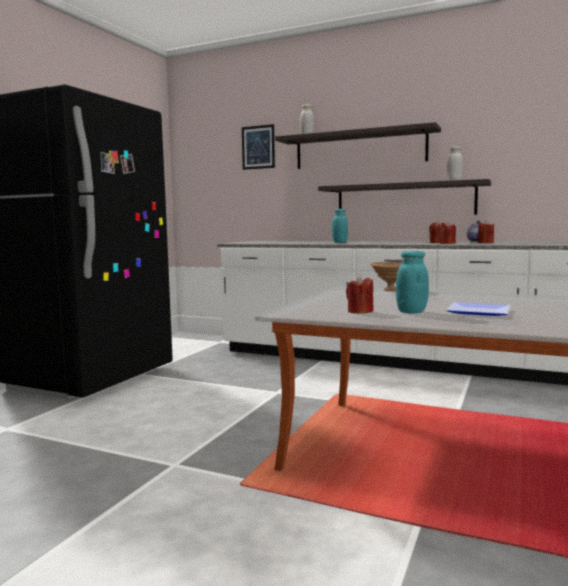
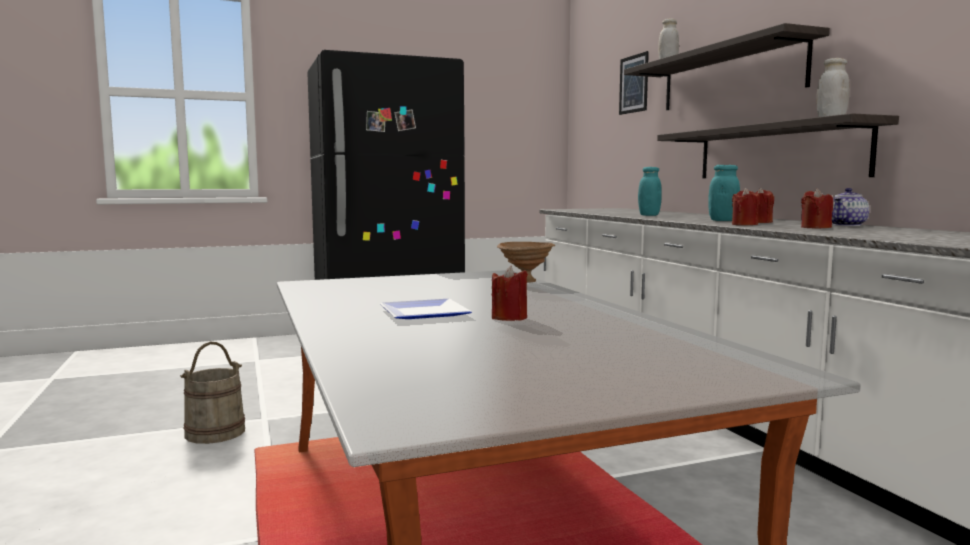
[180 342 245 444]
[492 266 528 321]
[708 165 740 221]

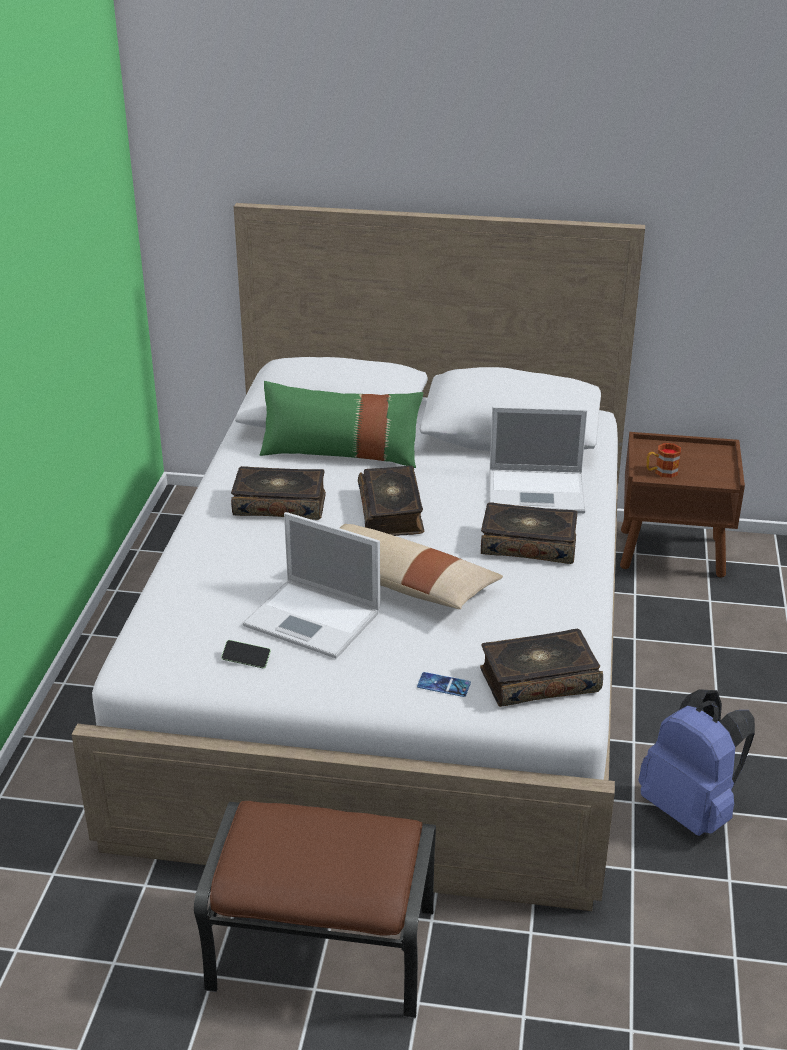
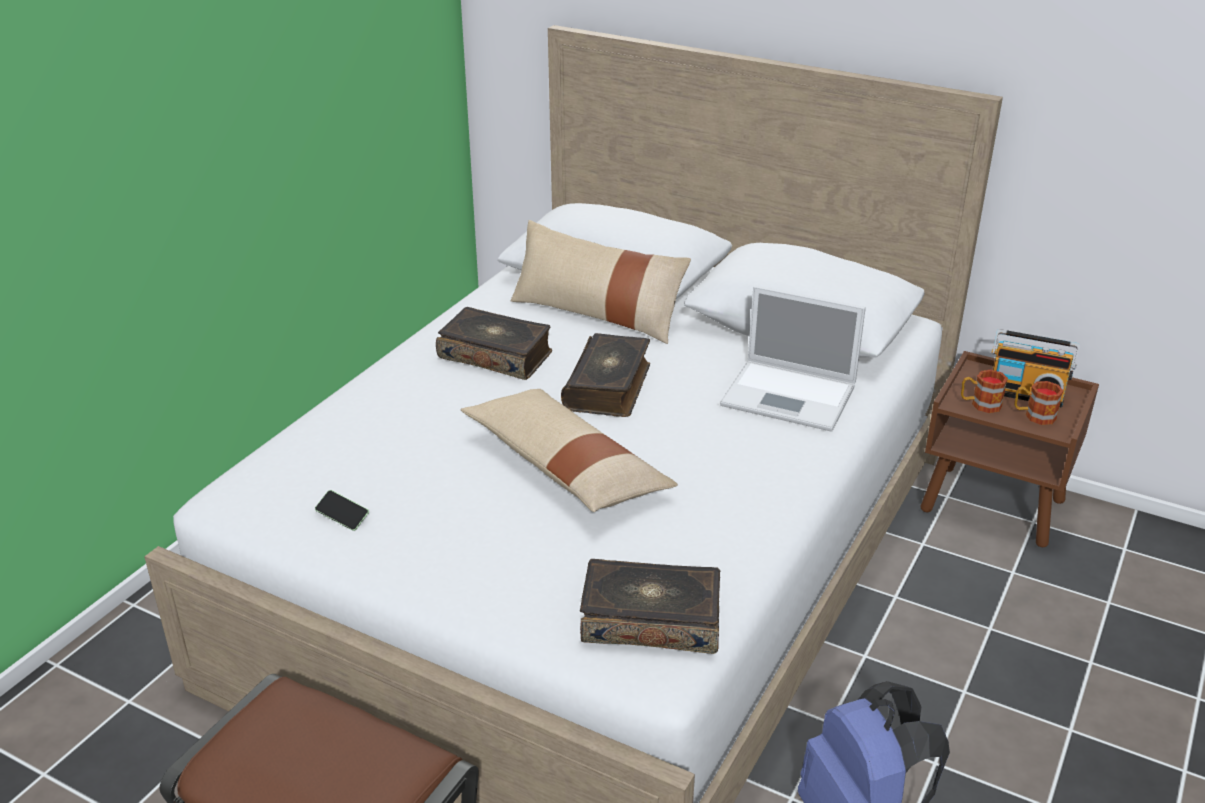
[511 220 691 344]
[991 329 1080 408]
[1014 381 1063 425]
[243 512 380 659] (first image)
[417 672 471 697] (first image)
[481 502 578 564] (first image)

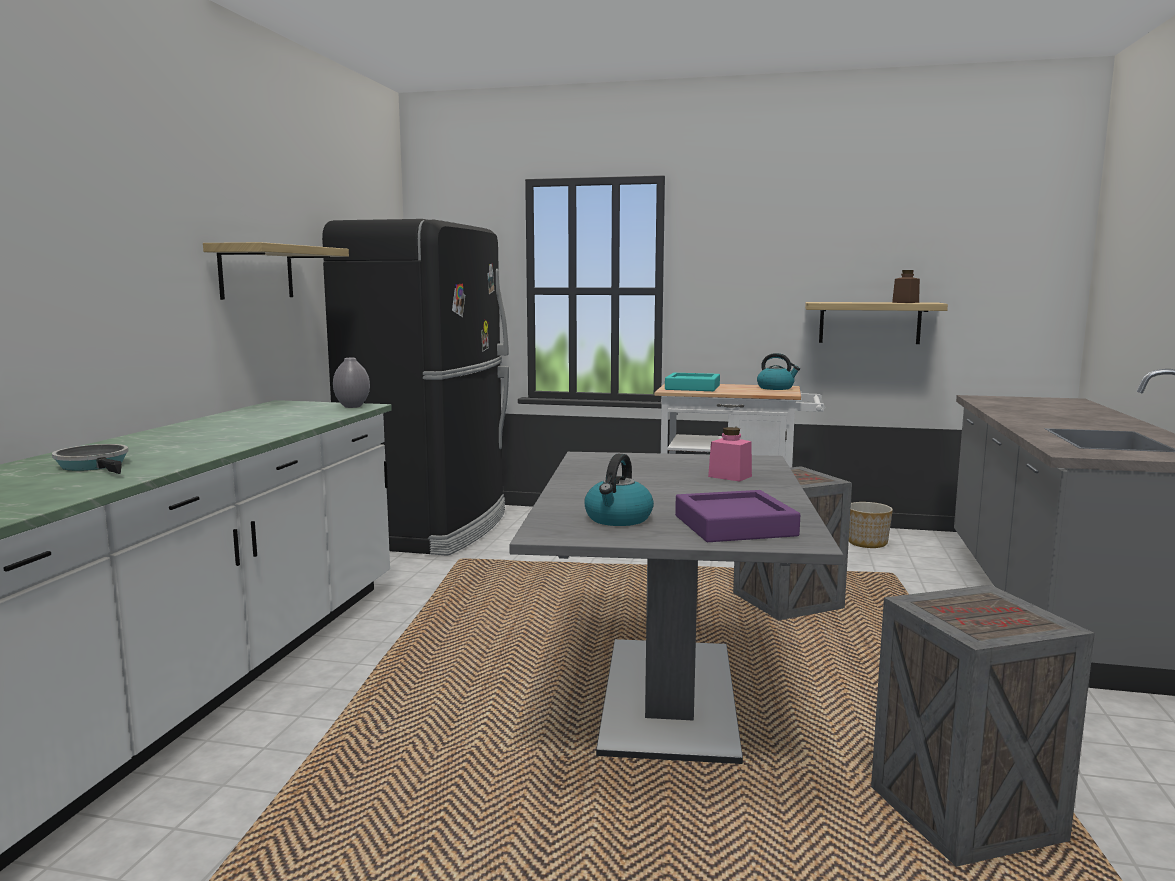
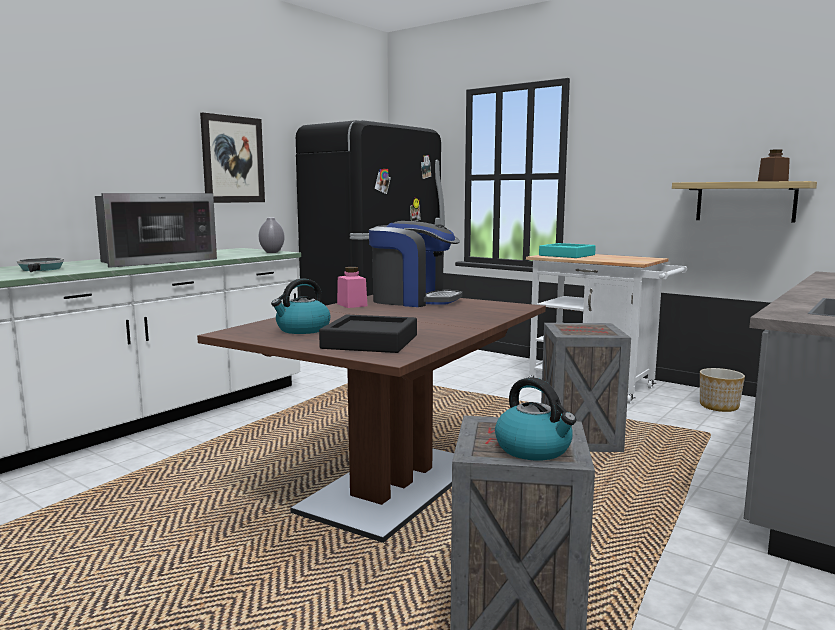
[95 193 217 268]
[197 295 546 543]
[200 112 265 203]
[319 315 417 353]
[337 267 367 308]
[369 221 462 307]
[495 377 576 460]

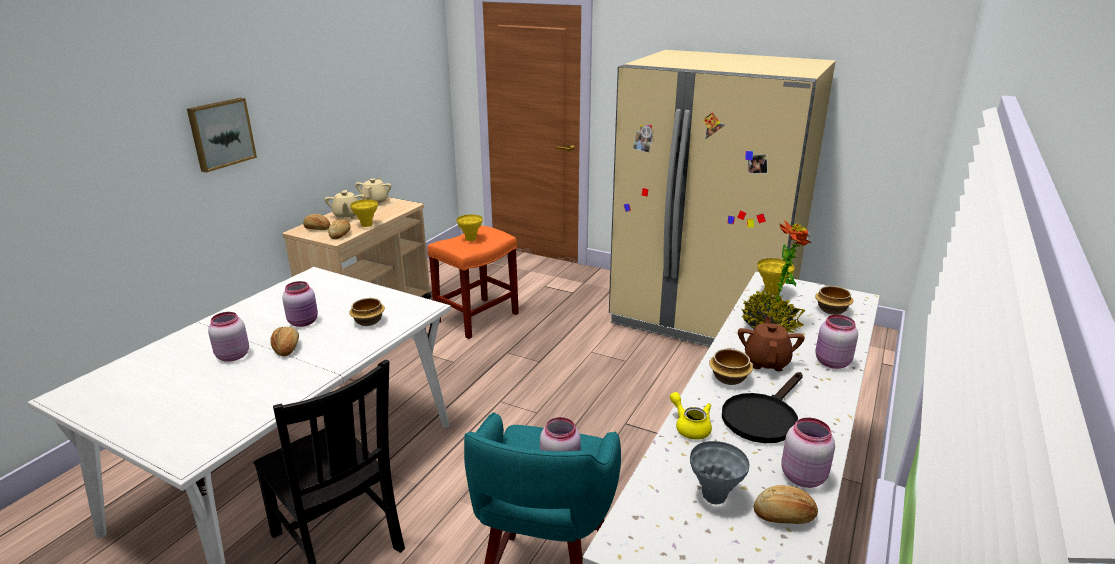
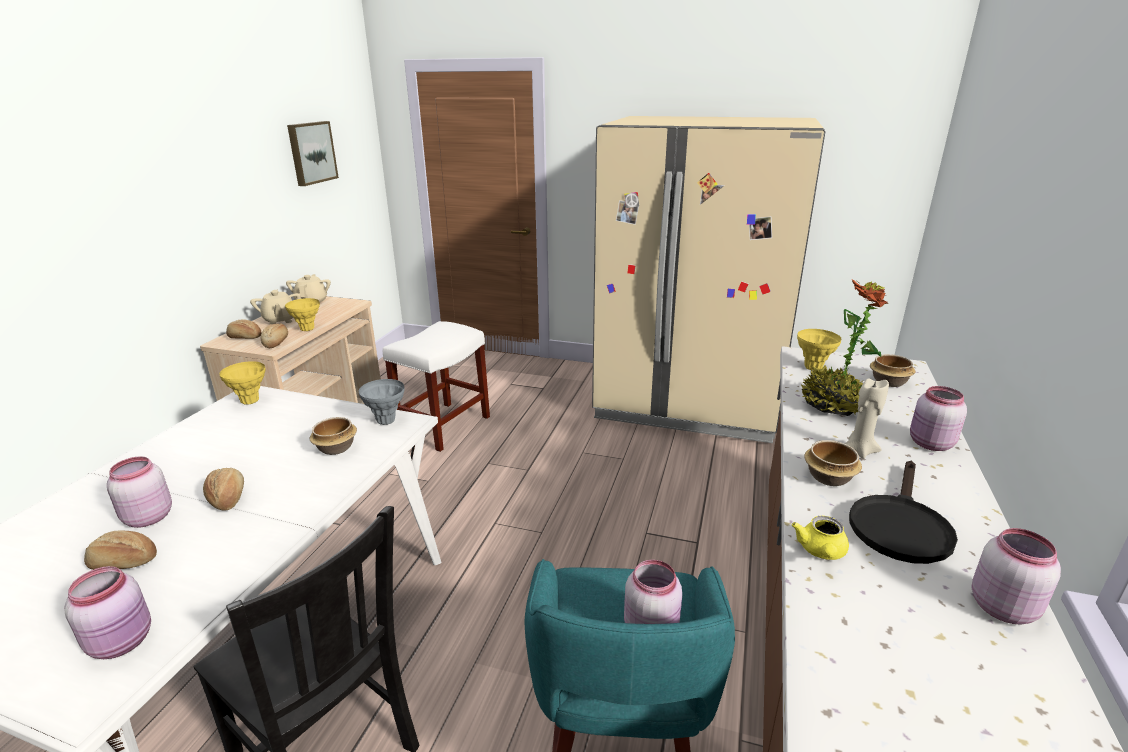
[65 566 151 659]
[84 530 157 570]
[219 361 265 405]
[287 121 339 186]
[359 379 405 425]
[383 321 490 452]
[792 516 849 560]
[845 378 889 459]

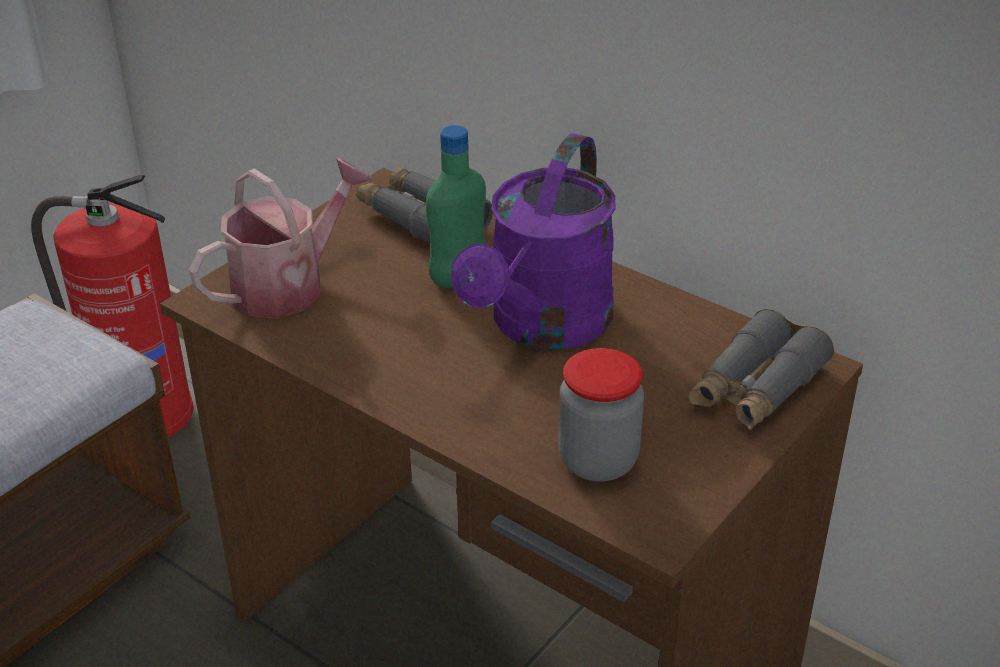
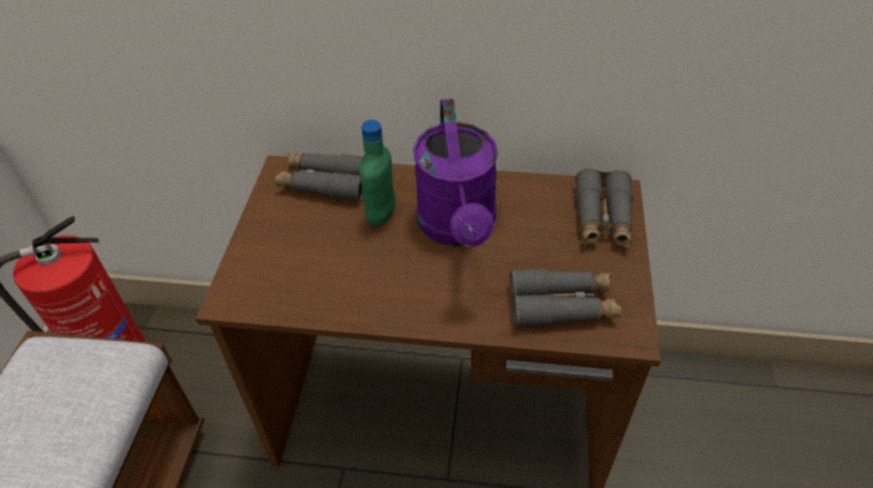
[510 269 622 327]
[189 158 373 318] (first image)

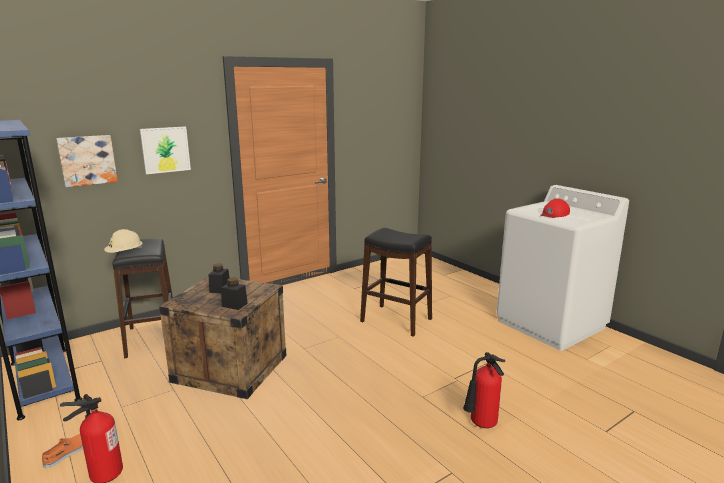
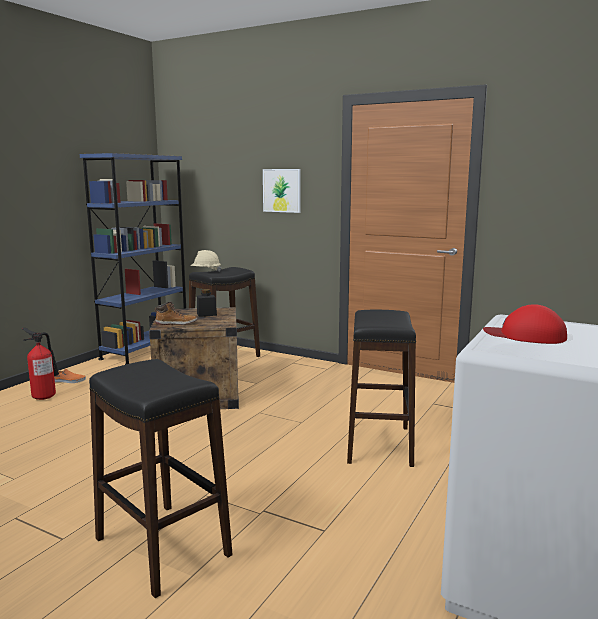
[89 359 233 598]
[155 302 198 325]
[56 135 118 187] (first image)

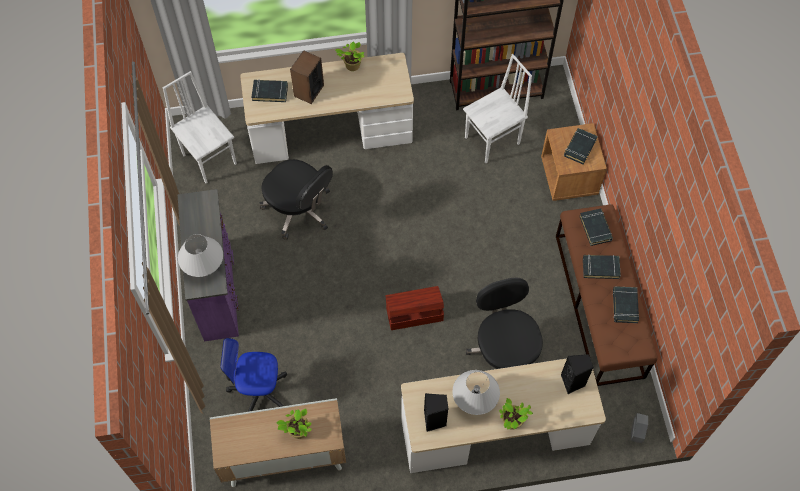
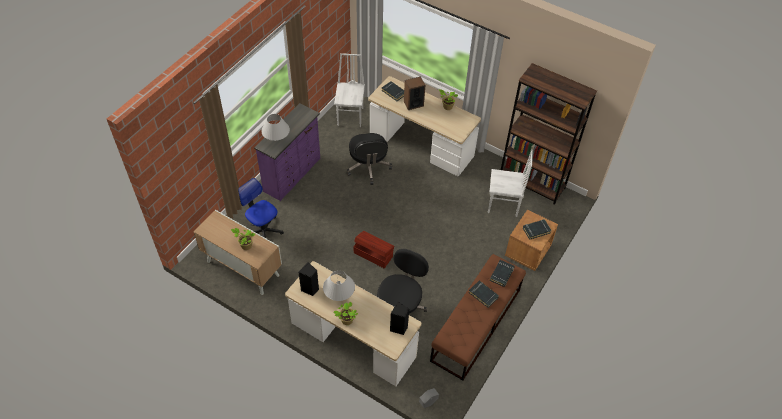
[613 286 639 323] (first image)

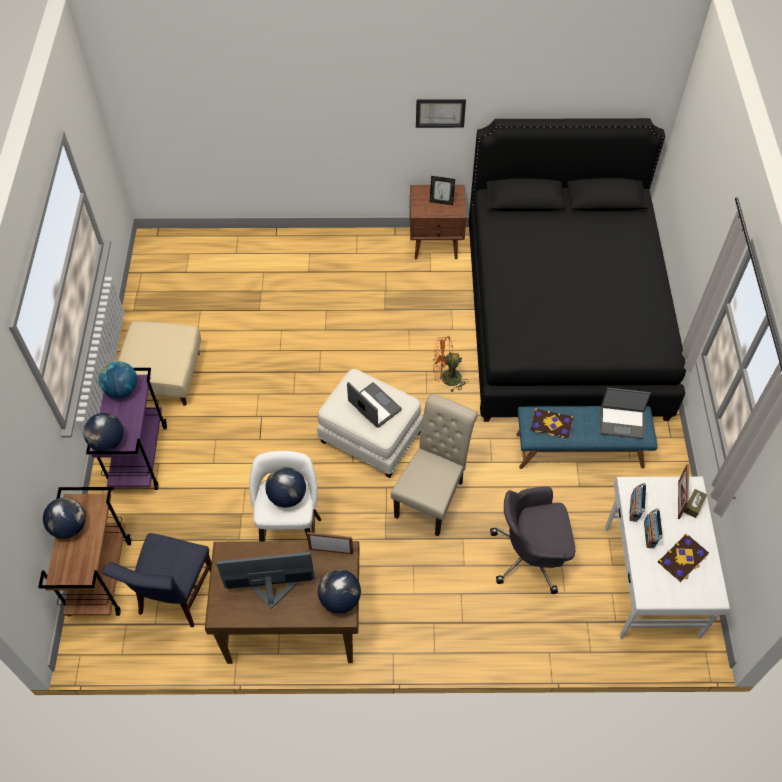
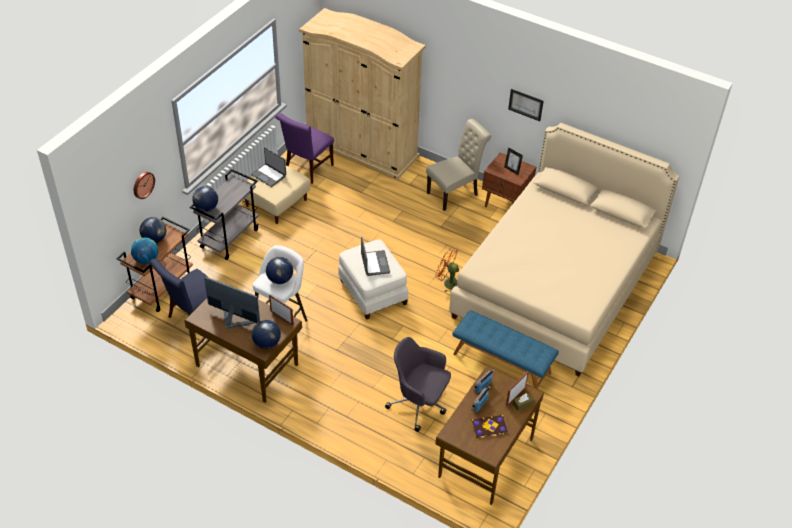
[131 237 158 264]
[134 172 155 199]
[190 169 259 260]
[251 148 286 187]
[275 113 334 184]
[299 8 426 180]
[426 119 491 211]
[436 366 544 505]
[449 123 679 377]
[530 408 573 439] (first image)

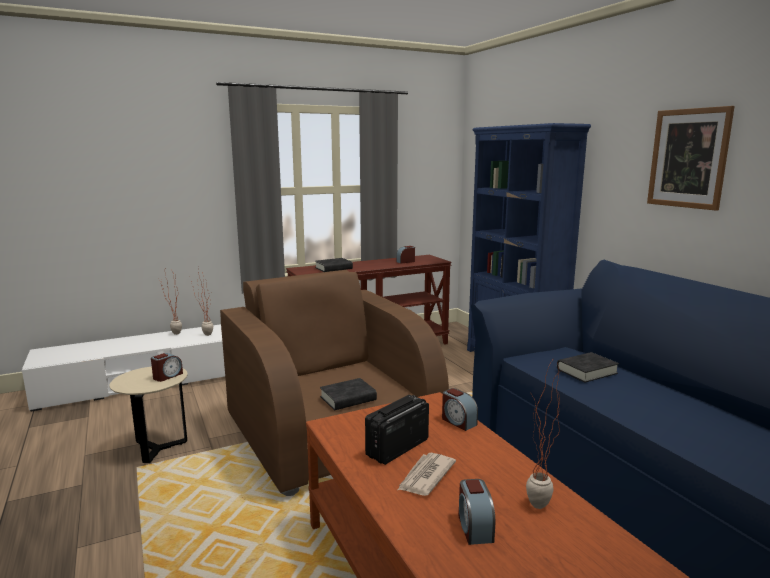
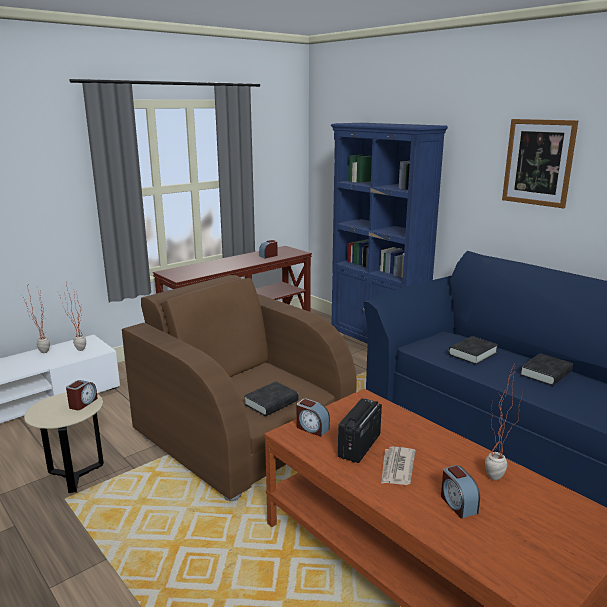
[297 399 330 437]
[520 353 573 386]

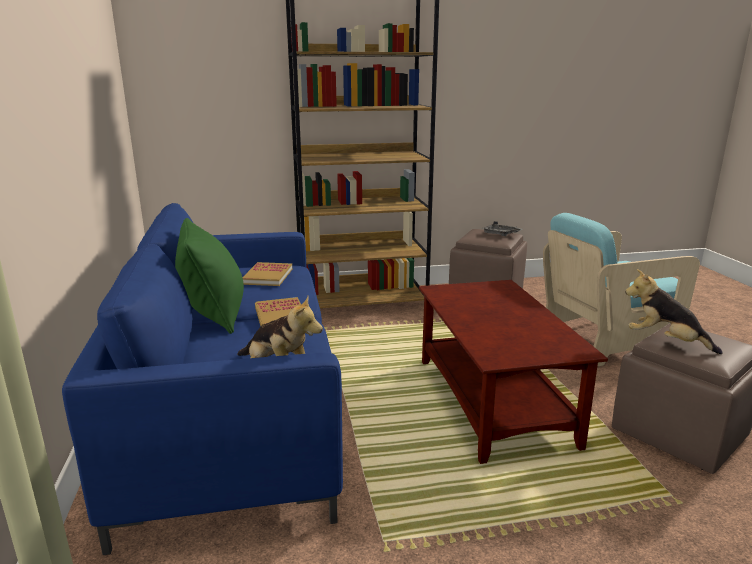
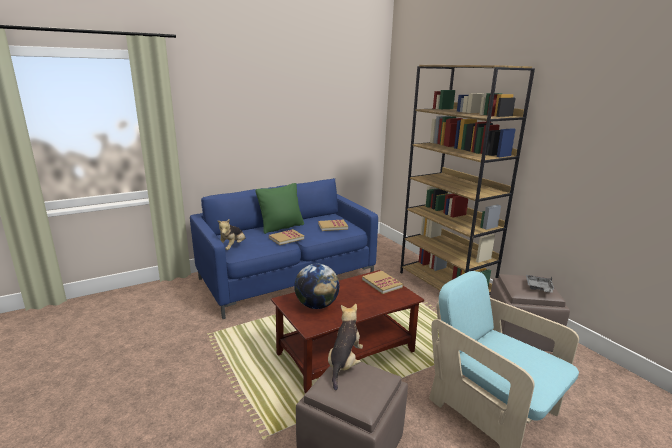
[294 264 339 309]
[362 271 403 294]

